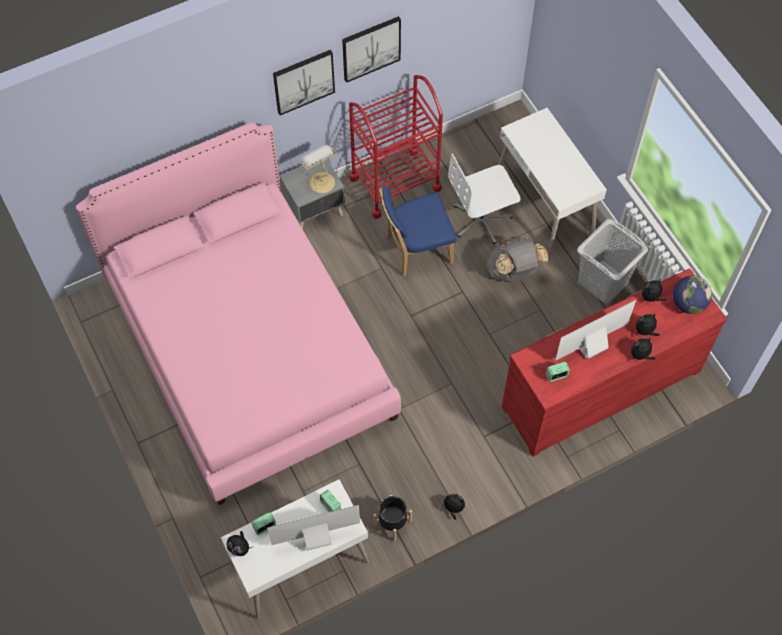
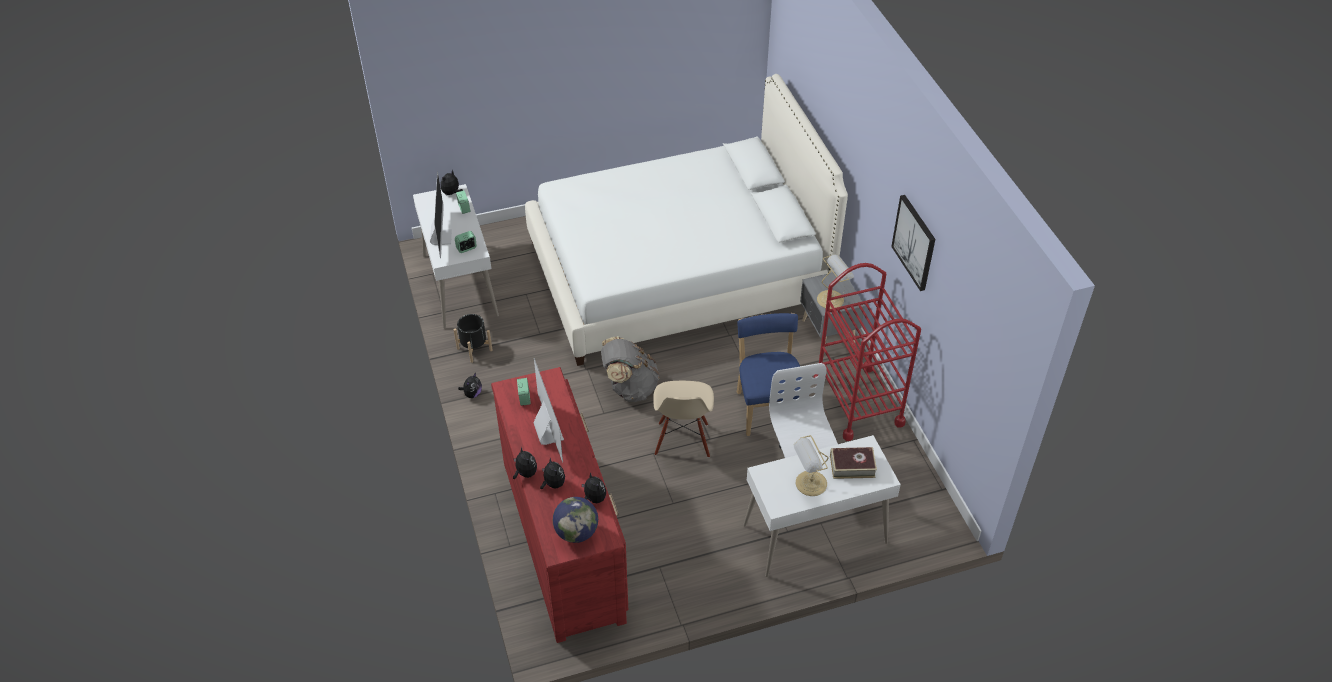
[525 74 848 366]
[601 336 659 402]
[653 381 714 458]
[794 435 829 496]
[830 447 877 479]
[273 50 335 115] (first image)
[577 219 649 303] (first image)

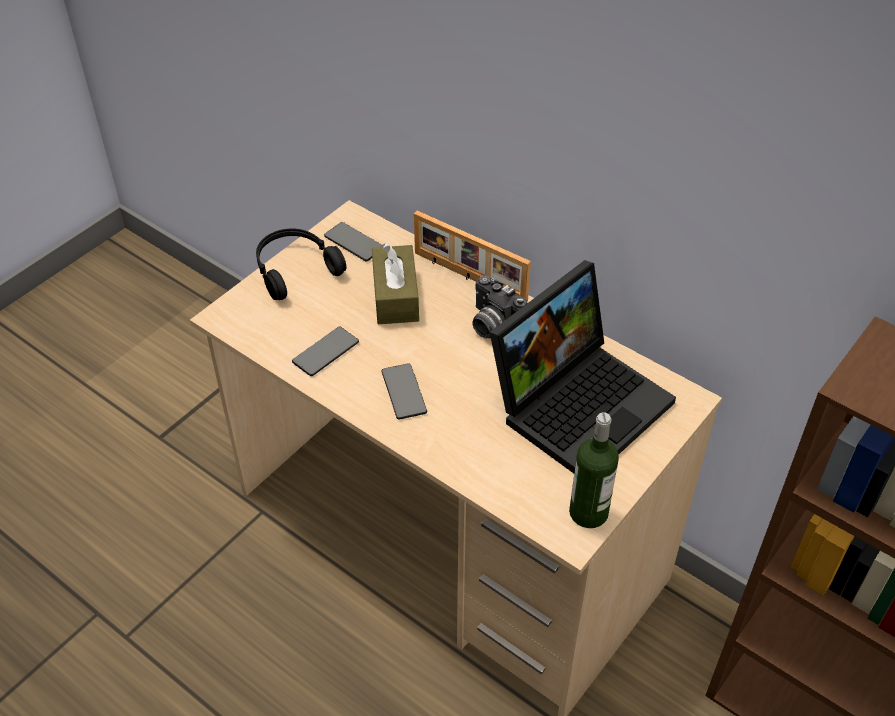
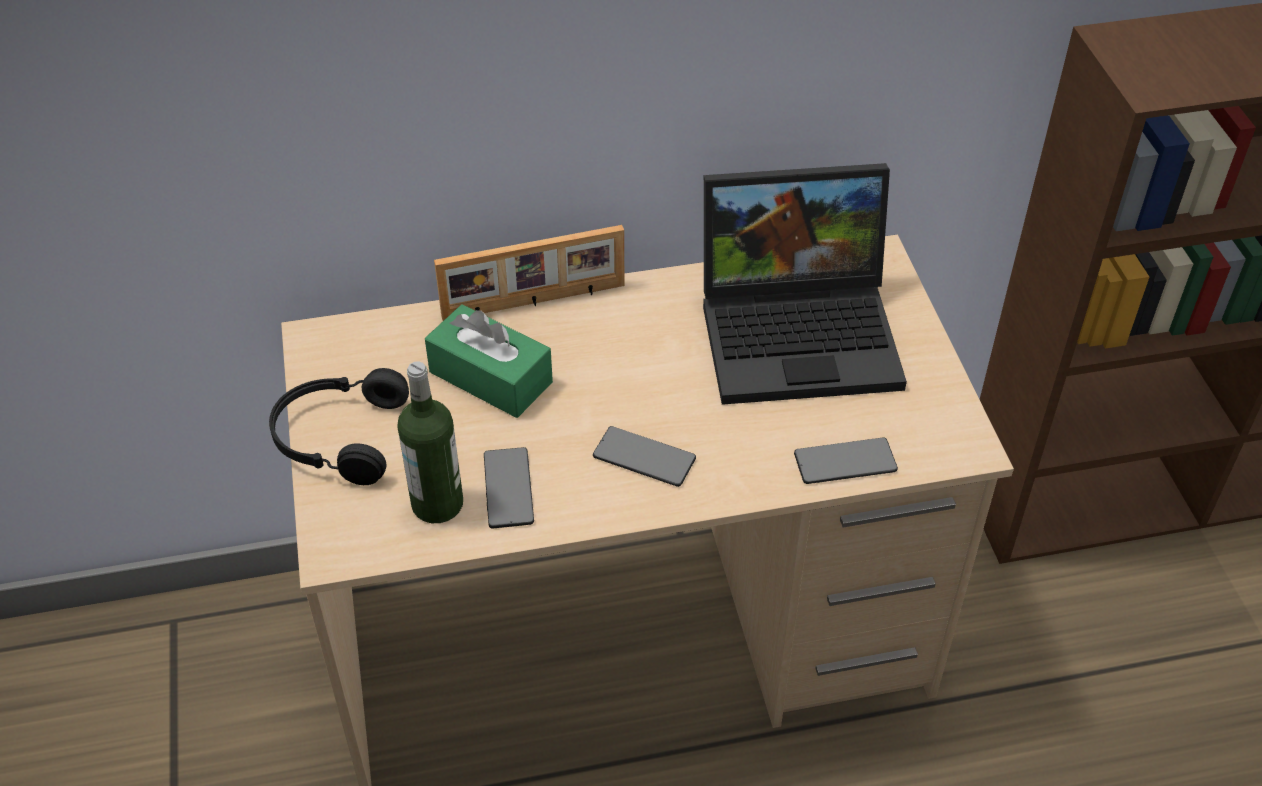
[397 361 463 523]
[425 304 553 418]
[703 163 907 405]
[794 438 898 484]
[472 275 527 338] (first image)

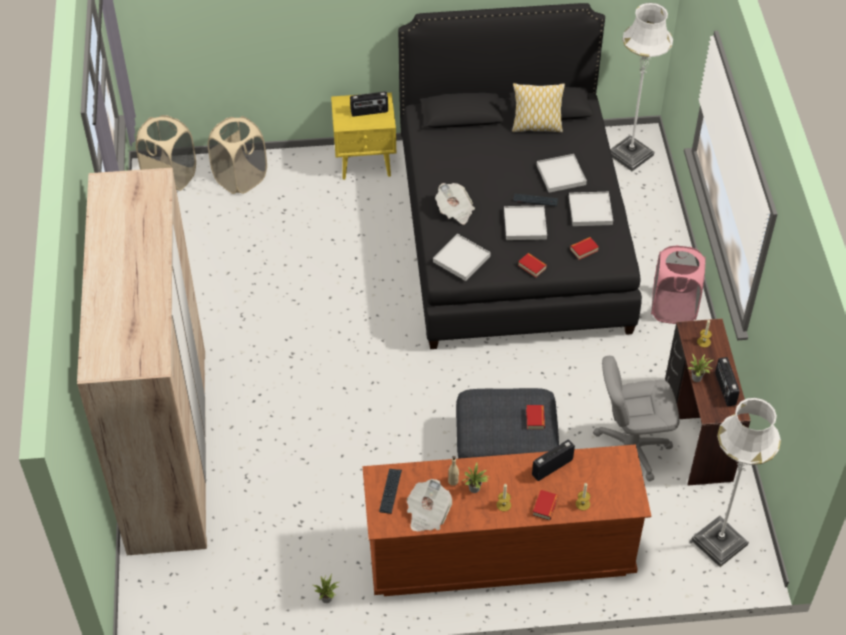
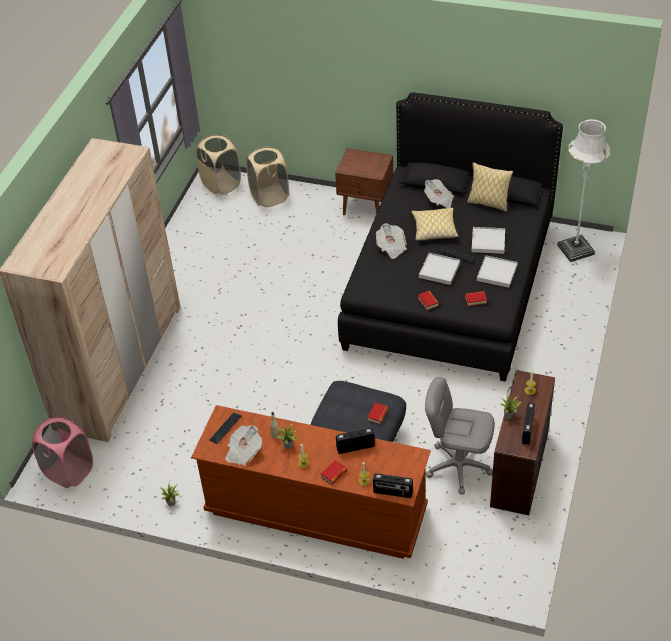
[32 416 93 488]
[335 148 393 215]
[373 473 413 498]
[411 208 458 241]
[424 179 454 208]
[433 234 491 281] (first image)
[691 398 781 567] (first image)

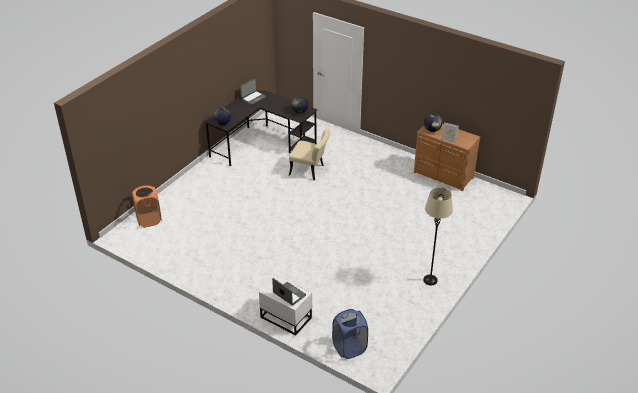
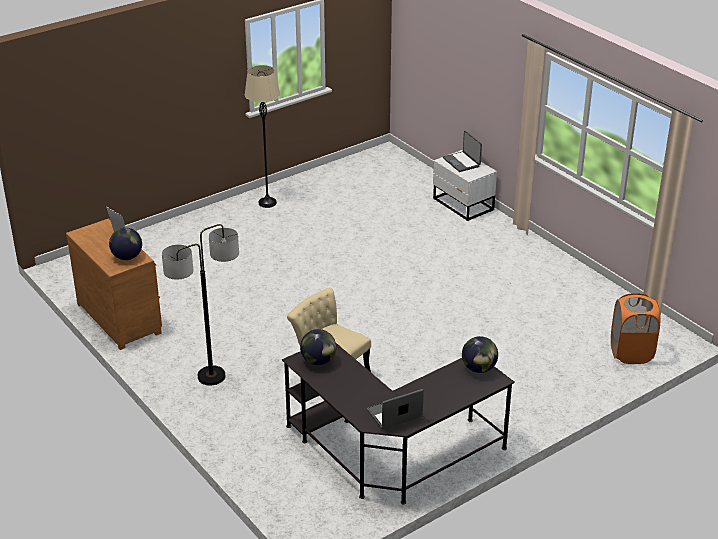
[162 224 239 386]
[332 309 368 359] (first image)

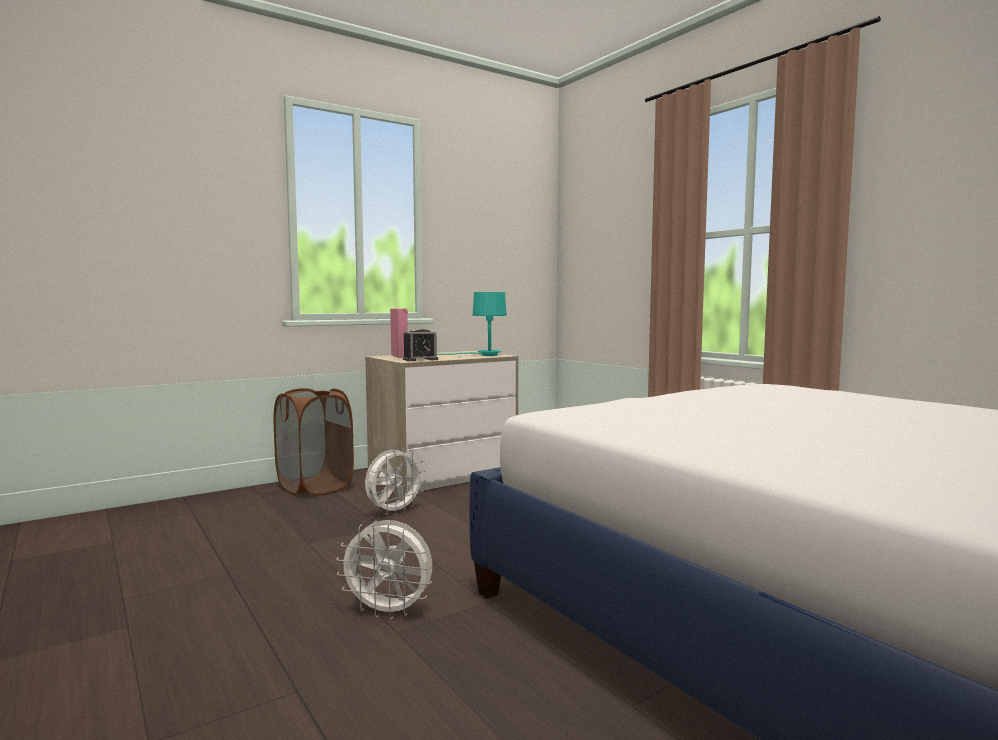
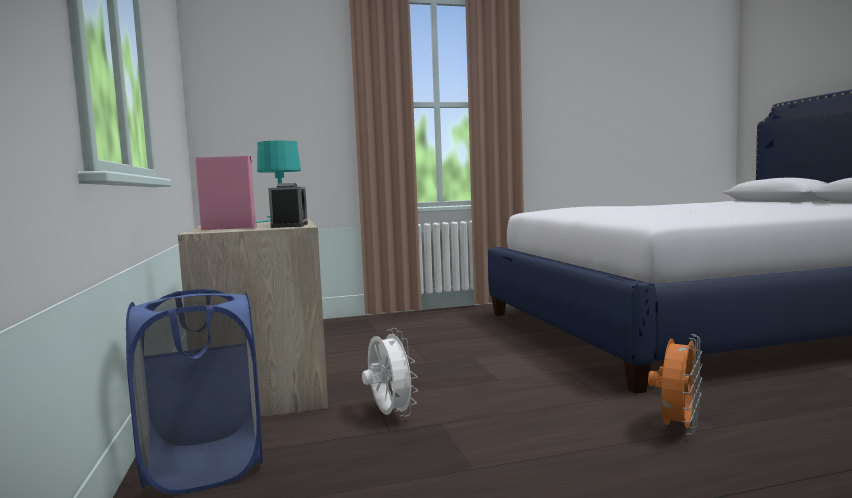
[126 289 262 494]
[648 334 703 435]

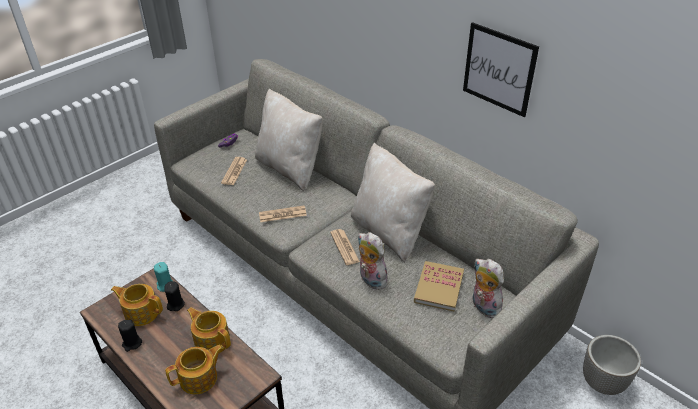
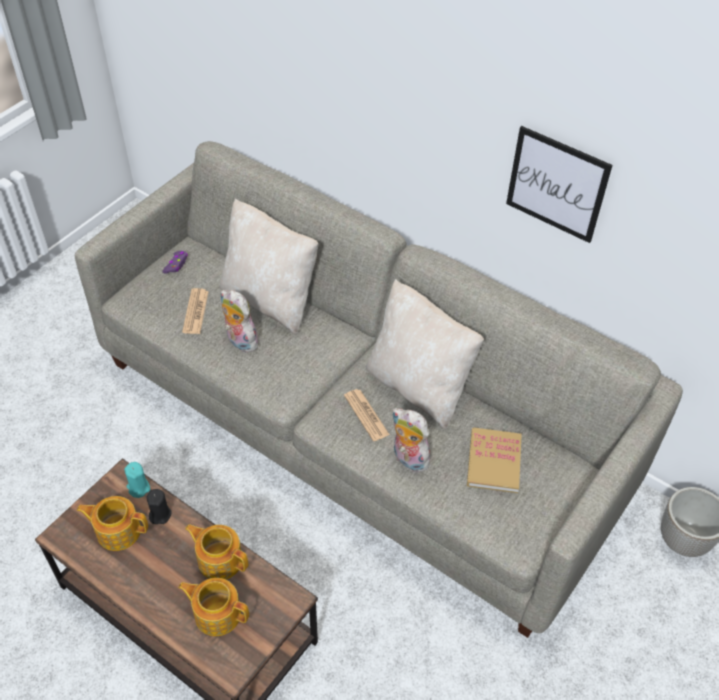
[178 578 249 636]
[221 290 262 353]
[118 320 142 352] (first image)
[259 206 307 222] (first image)

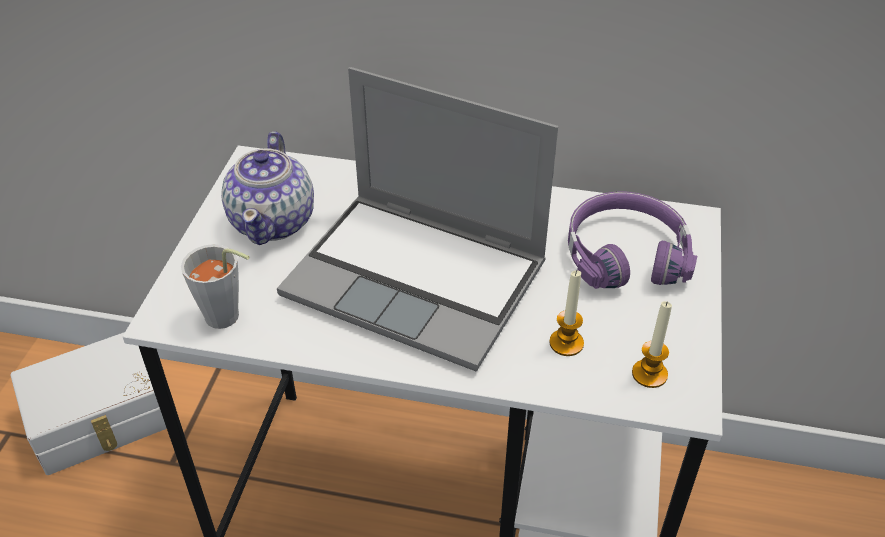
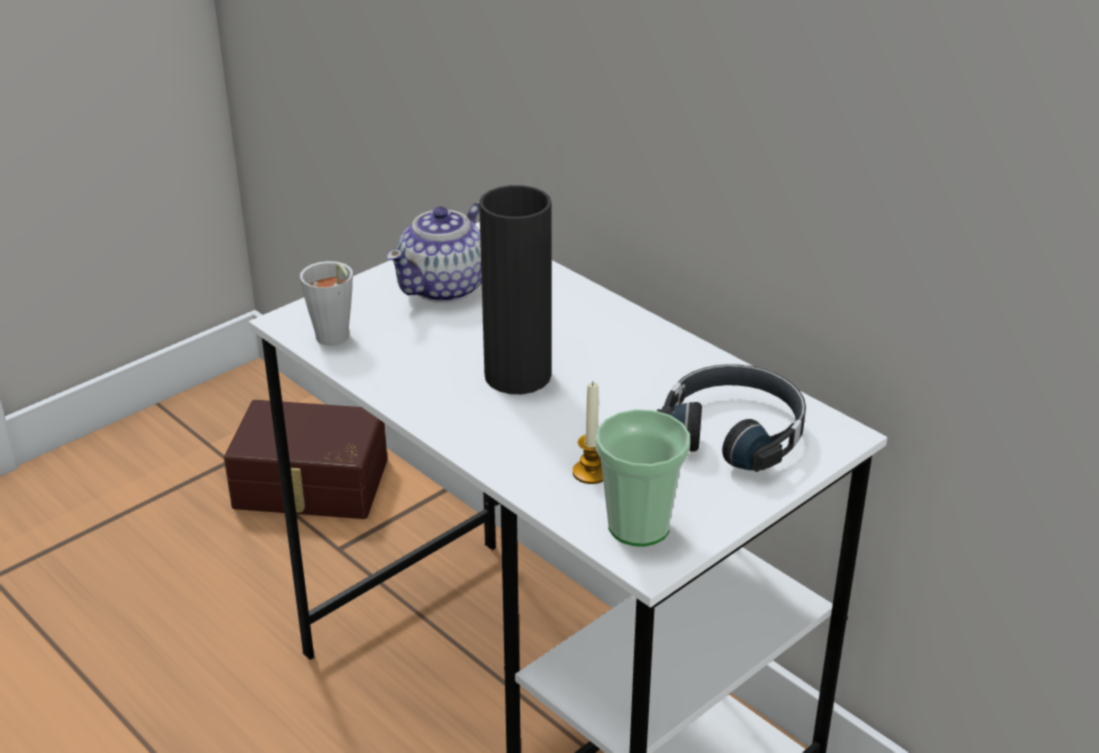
[224 400 387 519]
[479 185 552 394]
[596 409 690 547]
[657 364 806 472]

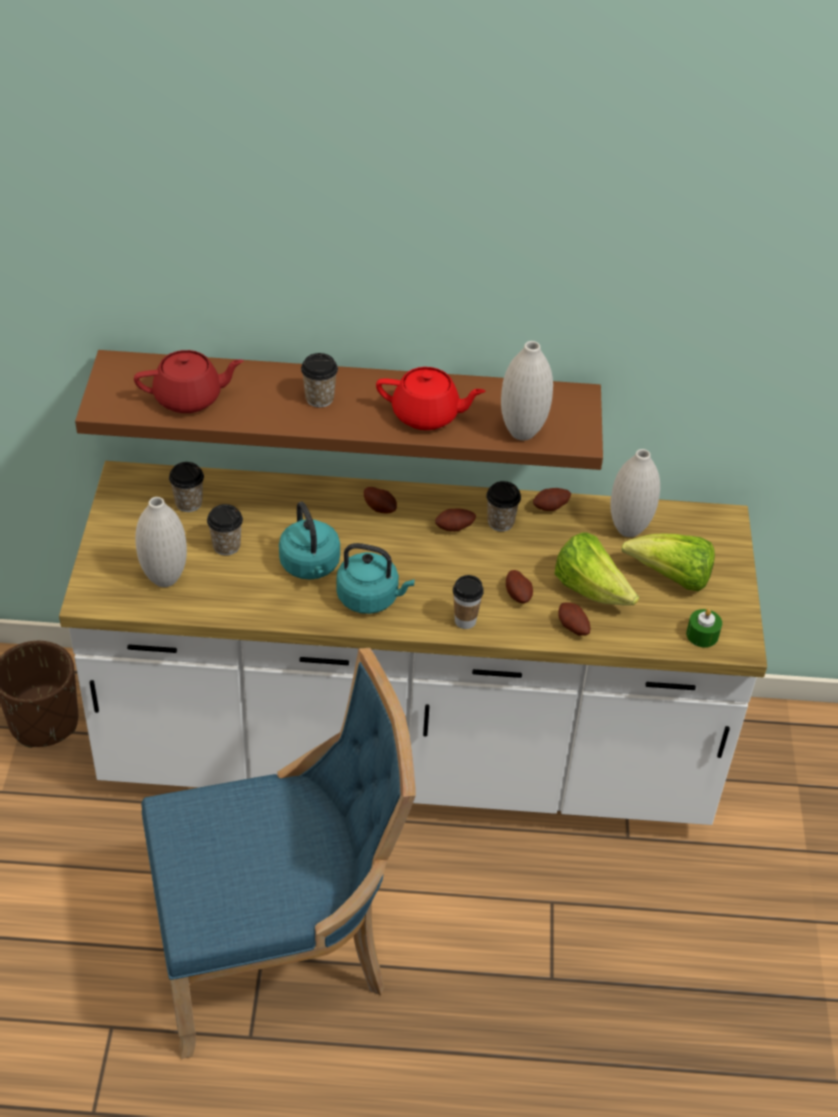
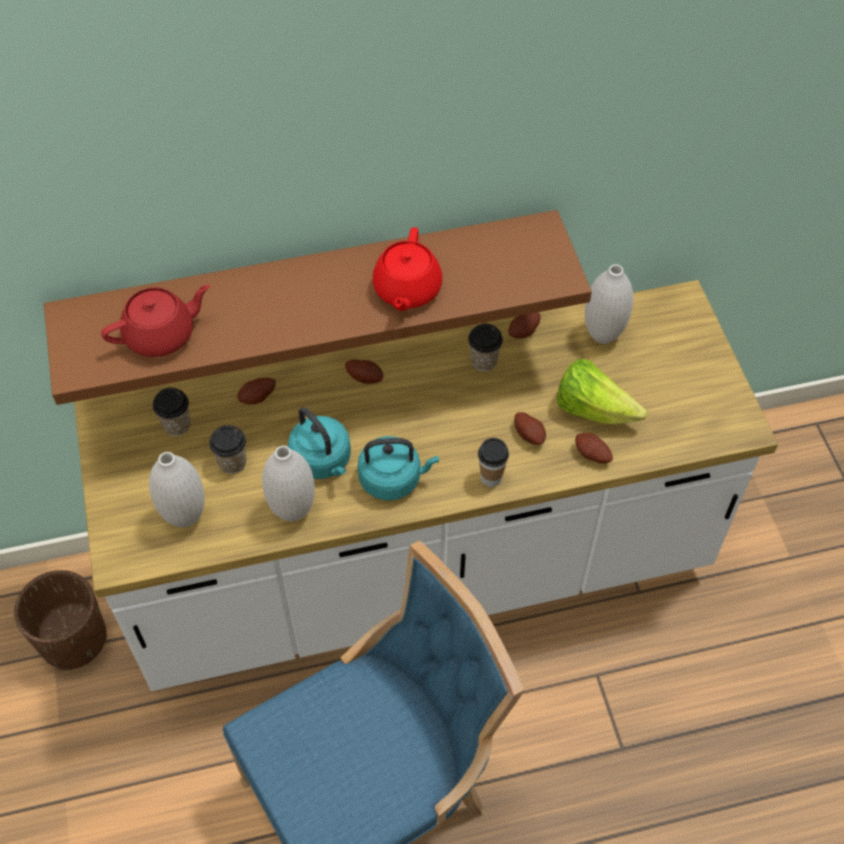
[237 378 276 404]
[262 446 315 522]
[373 227 442 311]
[301 353 338 407] (first image)
[621 533 715 591] (first image)
[686 609 722 648] (first image)

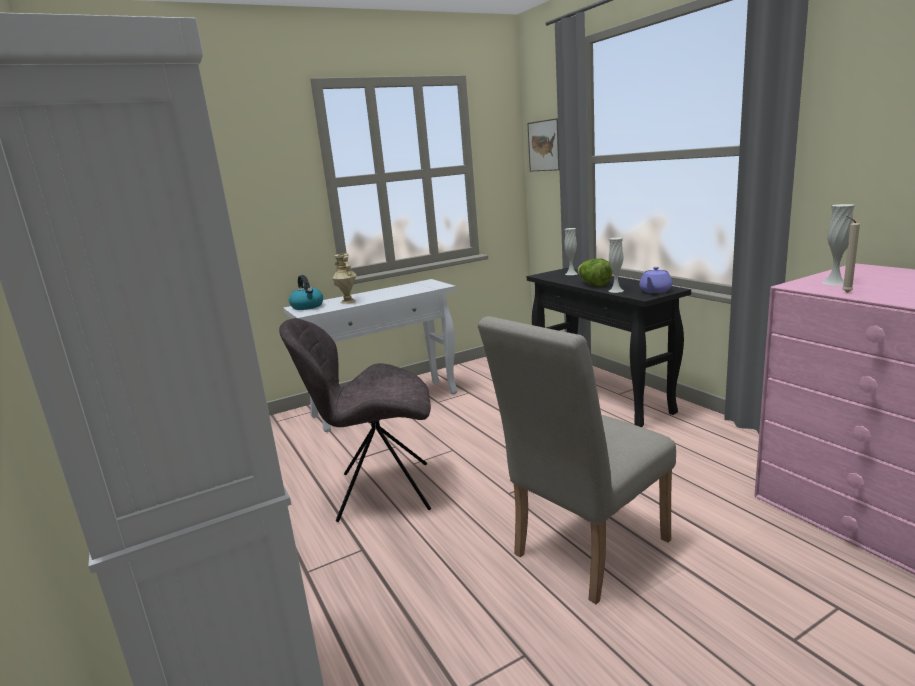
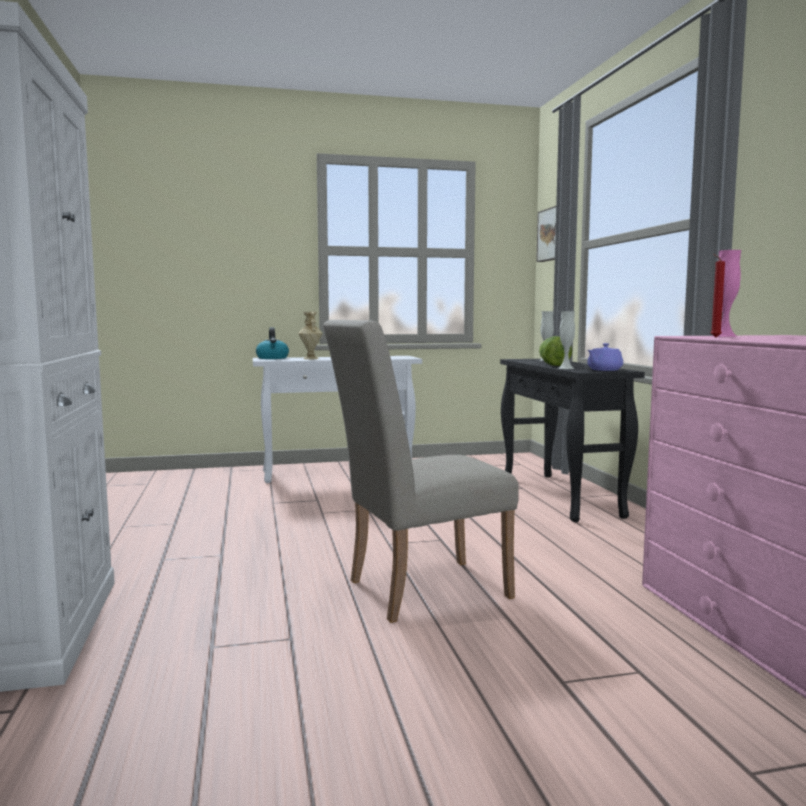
[711 254 725 338]
[718 250 741 337]
[279 318 431 522] (first image)

